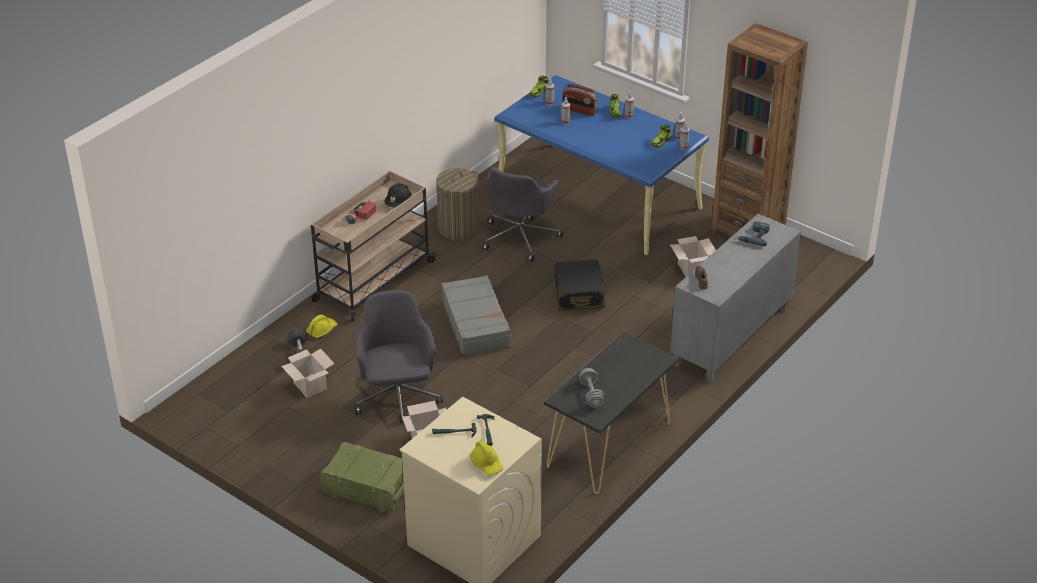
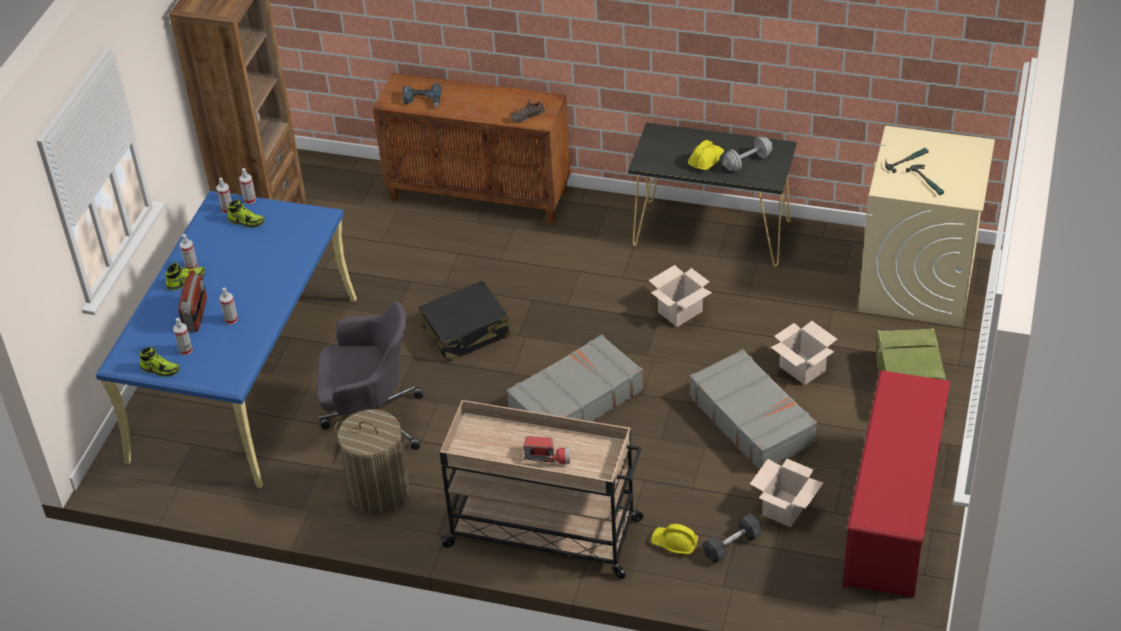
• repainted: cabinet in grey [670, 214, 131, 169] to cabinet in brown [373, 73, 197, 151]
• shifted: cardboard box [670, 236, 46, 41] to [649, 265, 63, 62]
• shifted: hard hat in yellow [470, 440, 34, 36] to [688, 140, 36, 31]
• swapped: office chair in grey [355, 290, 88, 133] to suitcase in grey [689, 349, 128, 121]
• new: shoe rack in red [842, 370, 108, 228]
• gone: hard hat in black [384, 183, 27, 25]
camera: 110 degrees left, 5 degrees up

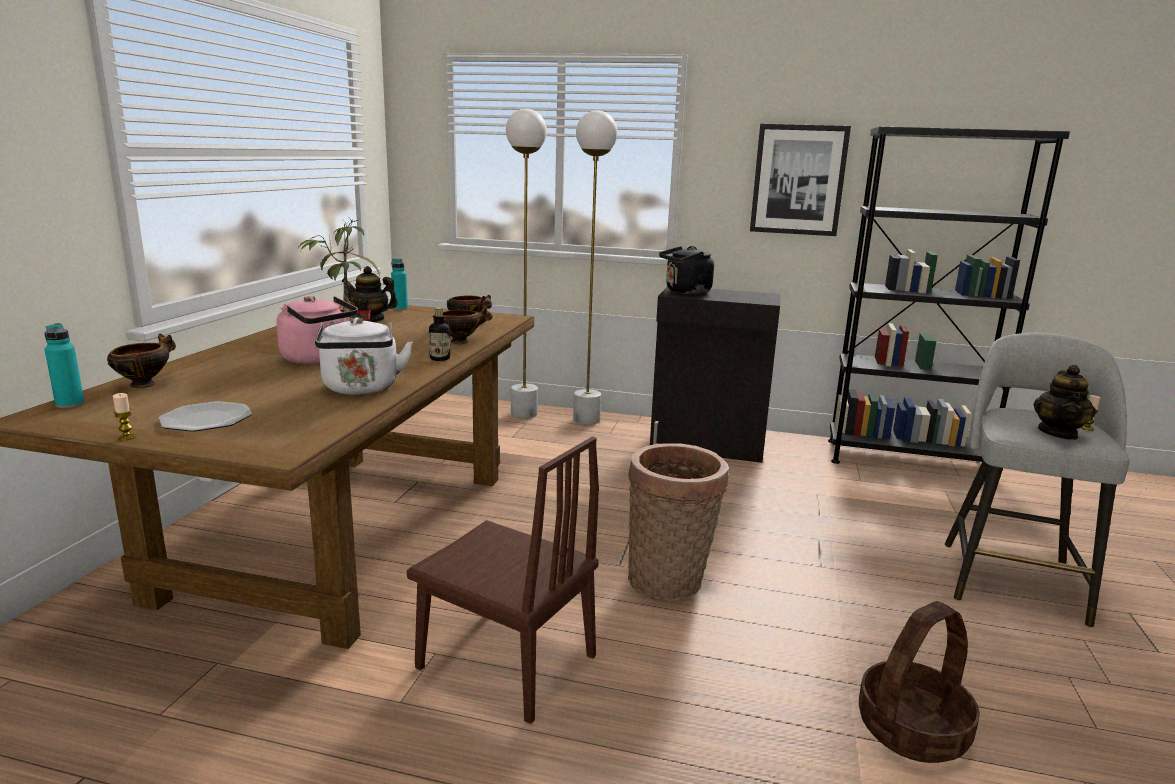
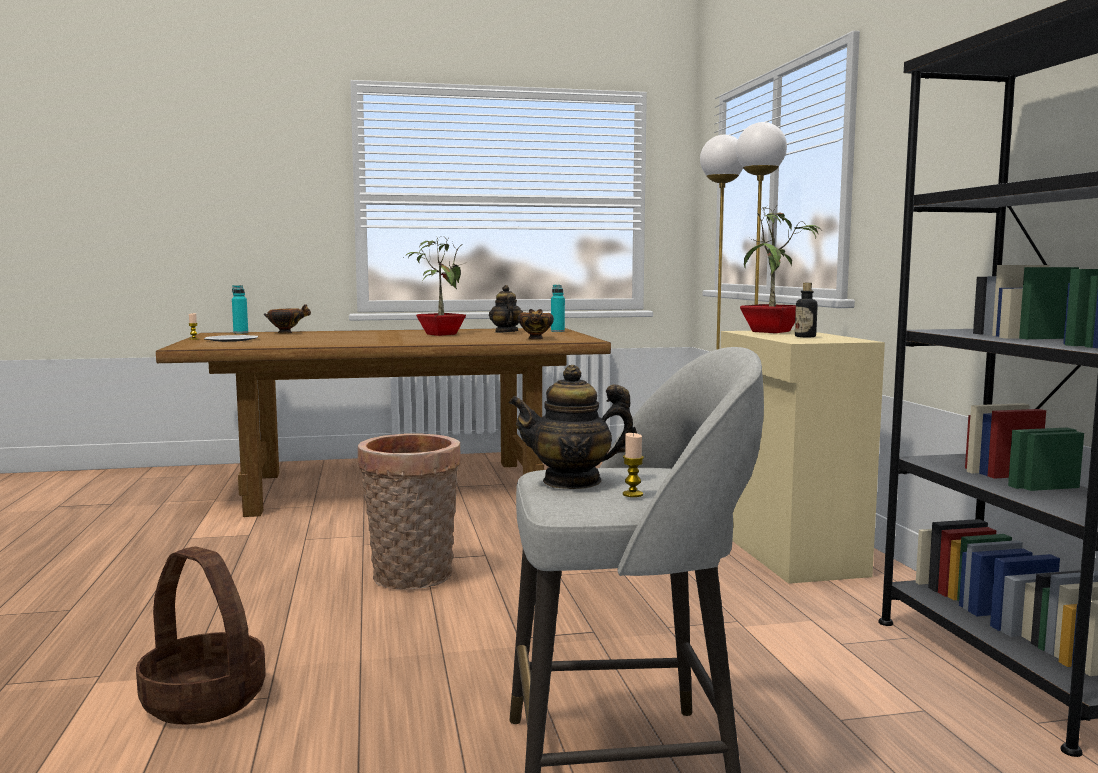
• repainted: cabinet in black [650, 286, 131, 177] to cabinet in beige [721, 330, 164, 254]
• swapped: kettle in black [659, 246, 55, 48] to potted plant [740, 205, 81, 128]
• shifted: bottle [429, 307, 21, 54] to [795, 283, 23, 54]
• gone: kettle in pink [276, 296, 82, 68]
• gone: kettle in white [315, 317, 98, 78]
• gone: chair in brown [407, 436, 192, 288]
• gone: bowl [433, 306, 60, 38]
• gone: picture [750, 124, 101, 112]
camera: 65 degrees right, 10 degrees down

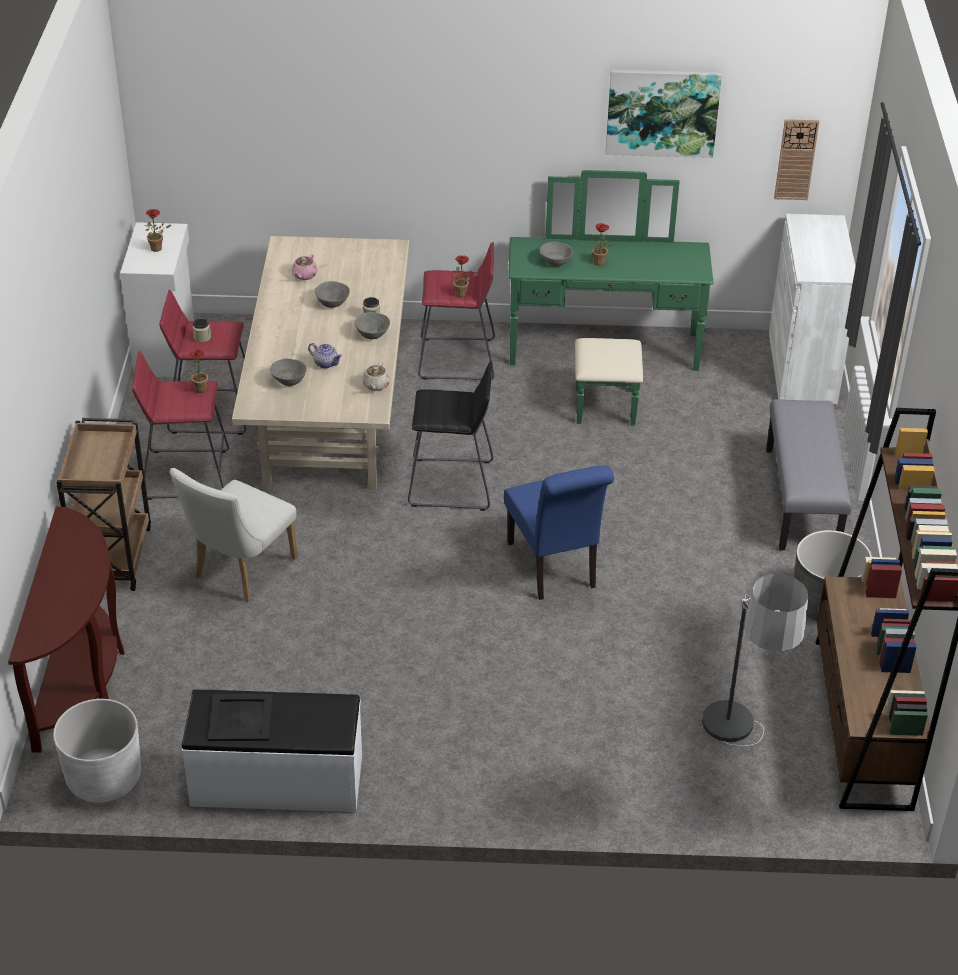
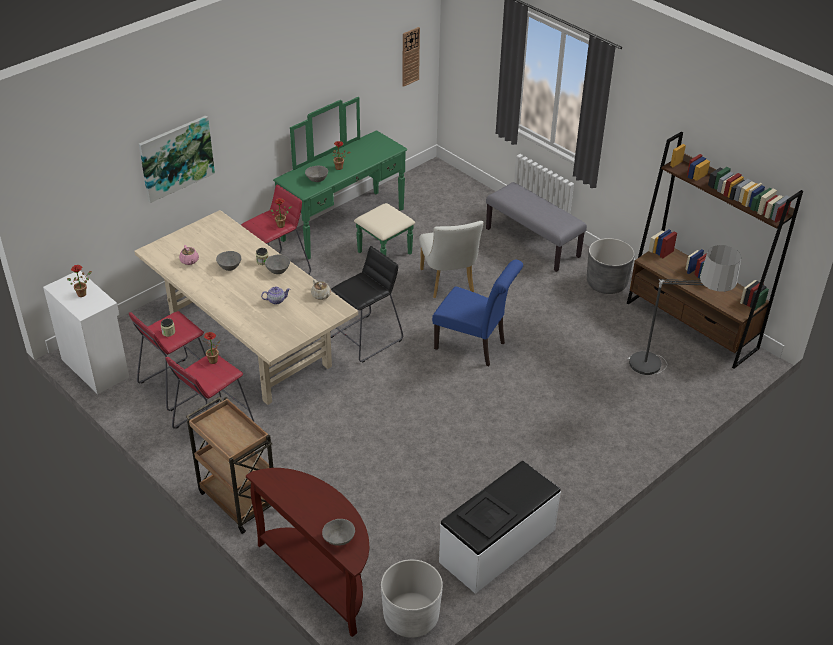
• shifted: picture [606, 69, 116, 89] to [139, 115, 76, 88]
• shifted: bowl in grey [270, 359, 37, 27] to [322, 519, 33, 27]
• shifted: chair in white [170, 468, 128, 134] to [419, 221, 64, 77]
• gone: cabinet in white [769, 214, 87, 190]
camera: 45 degrees left, 0 degrees up

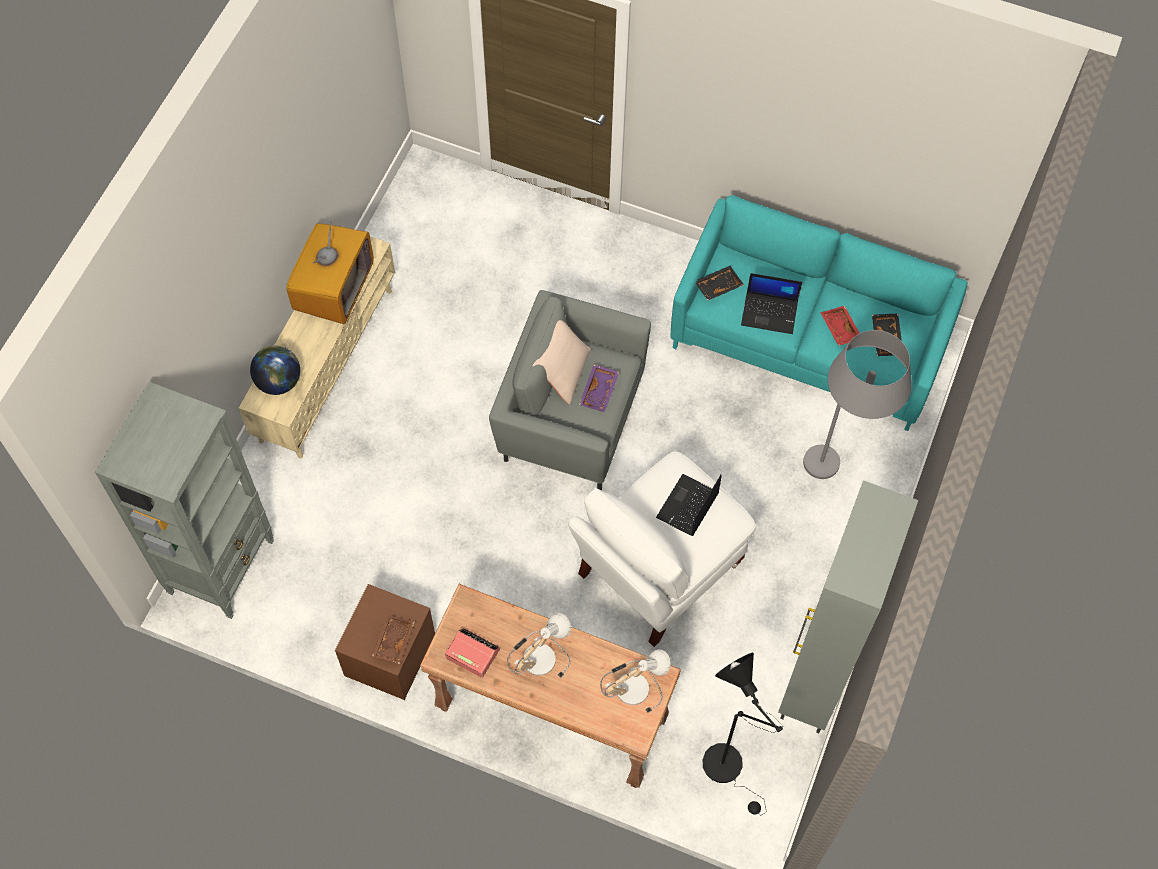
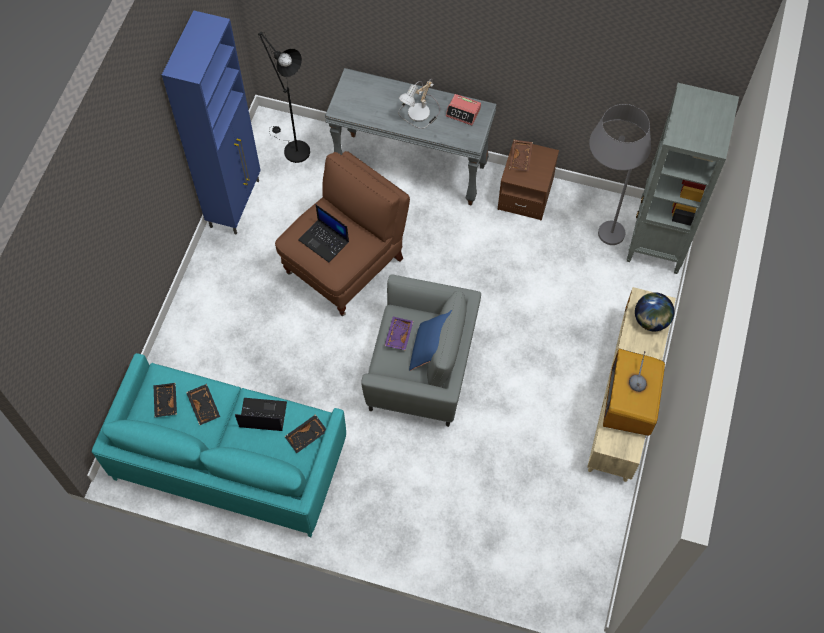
• repainted: cabinet in grey [778, 480, 140, 253] to cabinet in blue [162, 10, 99, 224]
• repainted: tray in red [820, 306, 40, 40] to tray in black [186, 384, 34, 41]
• repainted: armchair in white [568, 451, 188, 196] to armchair in brown [275, 151, 135, 165]
• rotated: laptop [656, 474, 66, 62] = [298, 205, 51, 57] 105 degrees clockwise
• repainted: console table in brown [420, 584, 261, 204] to console table in grey [325, 68, 172, 138]
• repainted: pillow in beige [532, 320, 59, 85] to pillow in blue [409, 310, 43, 61]
• shifted: floor lamp in grey [803, 330, 109, 149] to [589, 104, 62, 141]
• gone: table lamp [600, 649, 71, 64]
camera: 175 degrees right, 0 degrees up

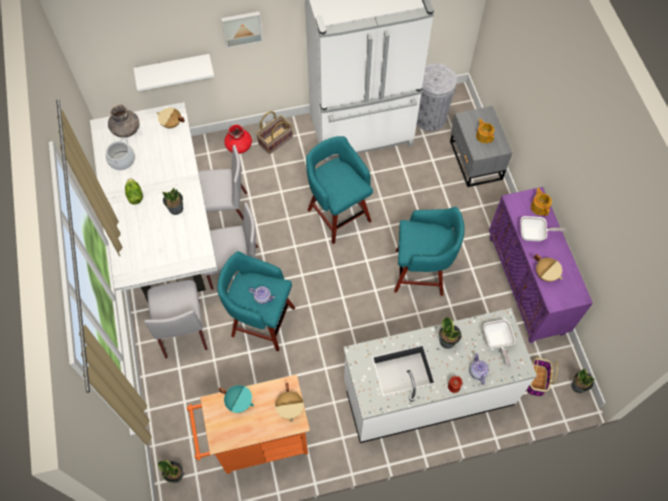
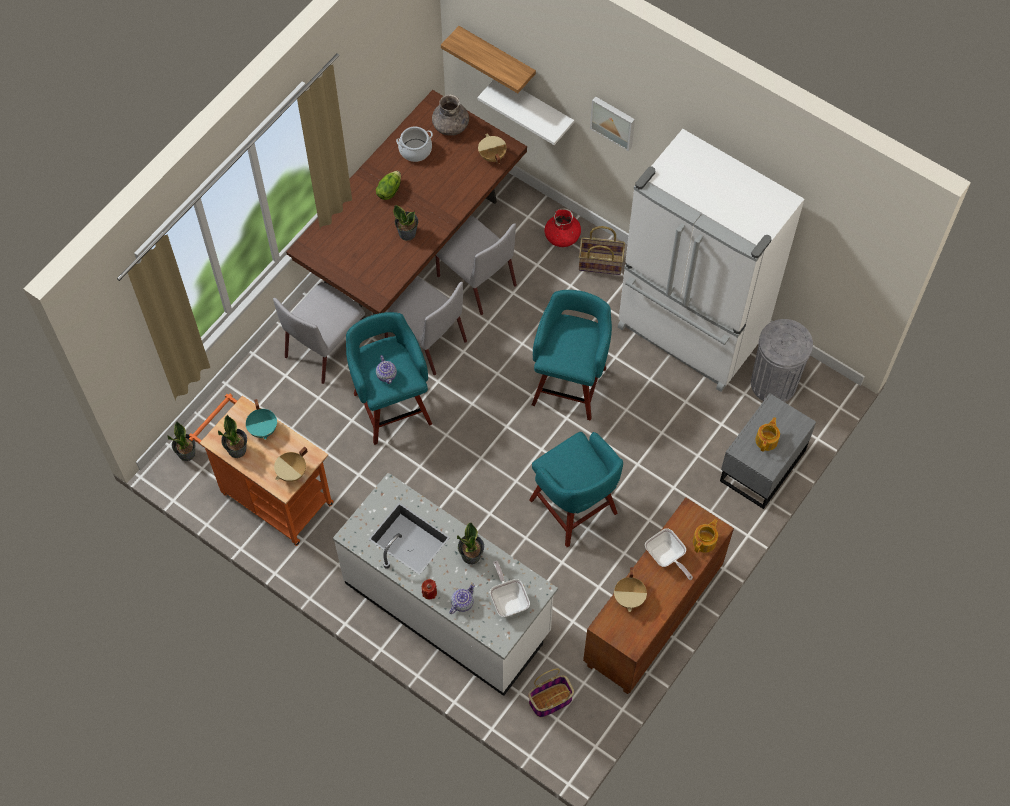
• shifted: potted plant [572, 369, 23, 24] to [218, 415, 29, 43]
• repainted: dining table in white [90, 102, 128, 200] to dining table in brown [286, 90, 241, 229]
• new: shelf [441, 26, 95, 67]
• rotated: frying pan [483, 319, 32, 48] = [490, 561, 40, 56] 120 degrees clockwise
• repainted: cabinet in purple [489, 187, 104, 156] to cabinet in brown [583, 498, 151, 196]
camera: 50 degrees right, 0 degrees up

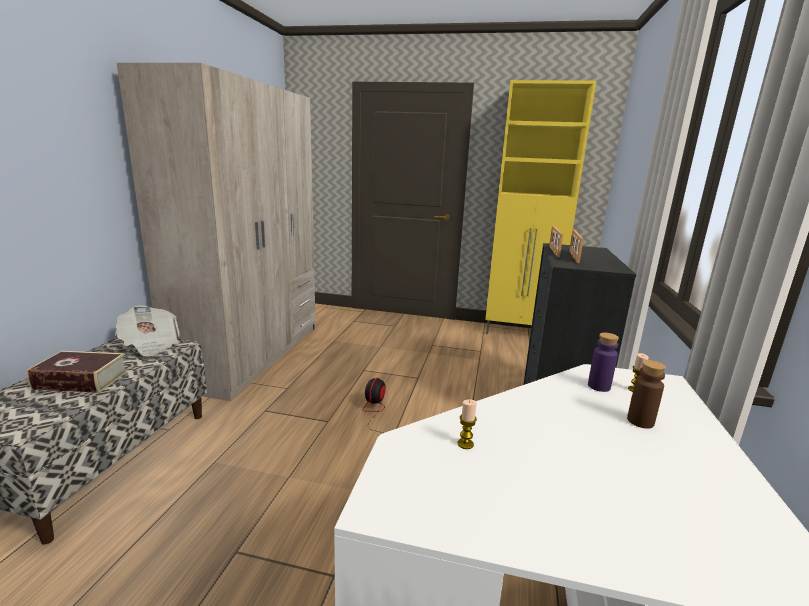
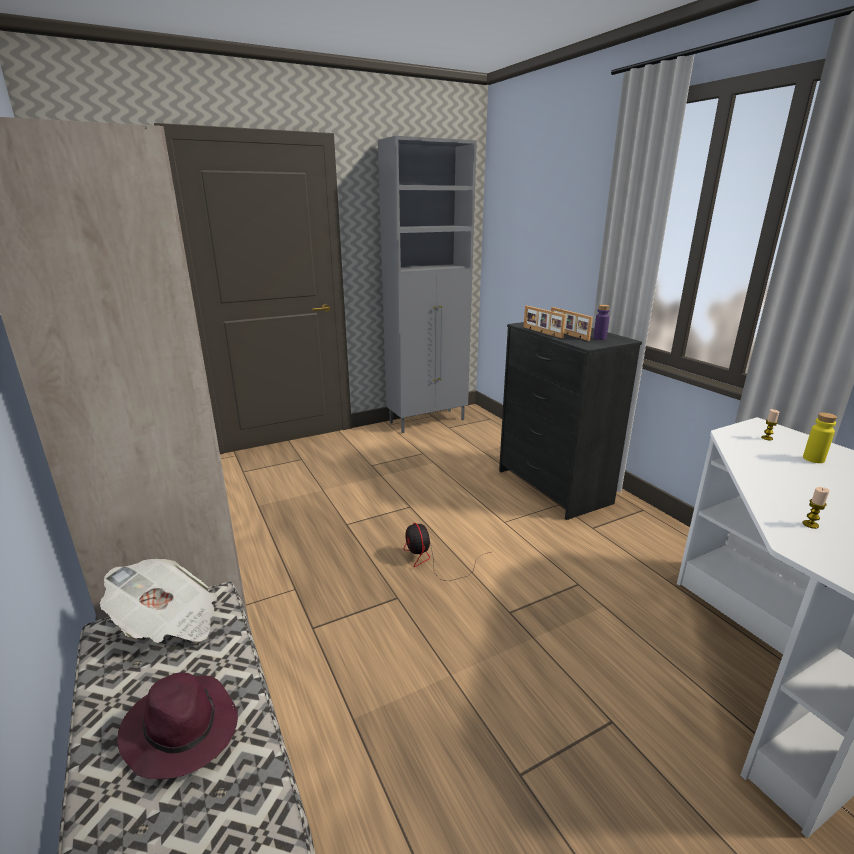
• swapped: book [26, 351, 102, 42] to hat in purple [117, 673, 121, 106]
• repainted: cabinet in yellow [485, 80, 111, 254] to cabinet in grey [378, 136, 99, 297]
• shifted: bottle in purple [588, 333, 31, 59] to [593, 305, 17, 35]
• repainted: bottle in brown [627, 360, 39, 69] to bottle in yellow [803, 412, 34, 51]
camera: 40 degrees left, 5 degrees up

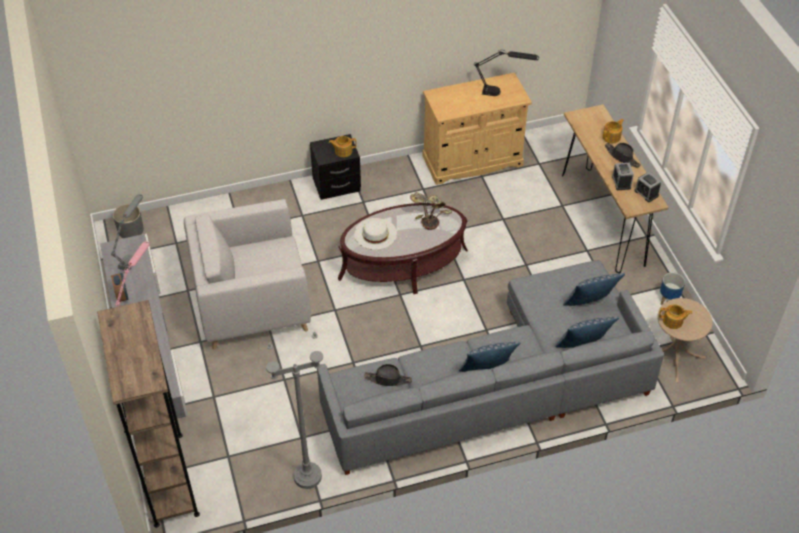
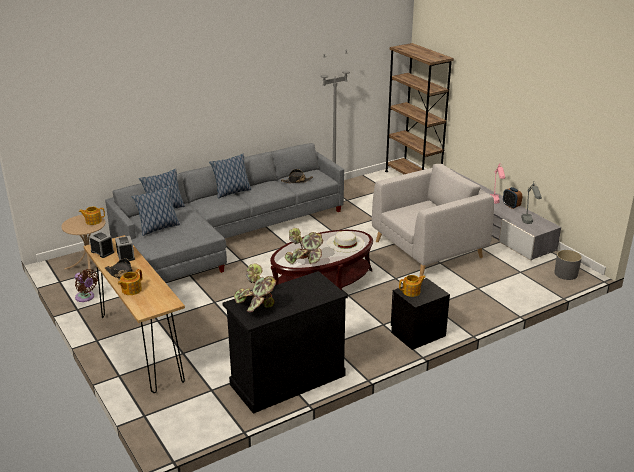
• swapped: planter [660, 273, 25, 32] to fan in brown [75, 269, 23, 33]
• repainted: cabinet in beige [422, 73, 110, 112] to cabinet in black [222, 271, 126, 143]
• swapped: table lamp in black [475, 50, 64, 46] to potted plant [234, 263, 42, 49]
camera: 165 degrees right, 20 degrees down

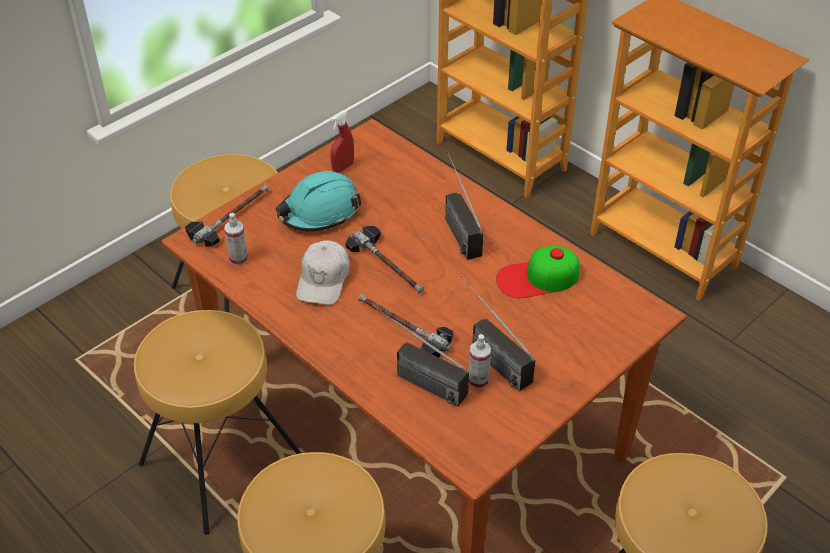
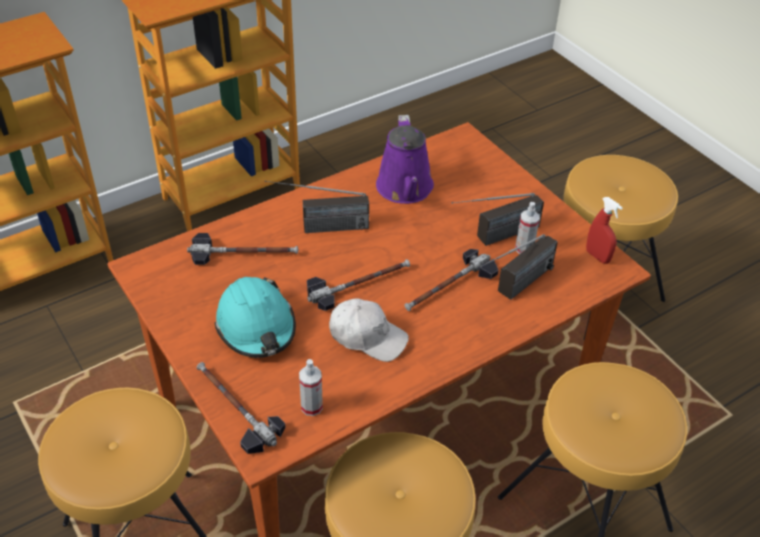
• new: hammer [187, 233, 112, 32]
• swapped: cap [496, 246, 84, 52] to watering can in purple [376, 115, 58, 89]
• shifted: spray bottle in red [330, 111, 24, 62] to [586, 197, 37, 67]
camera: 80 degrees left, 0 degrees up

